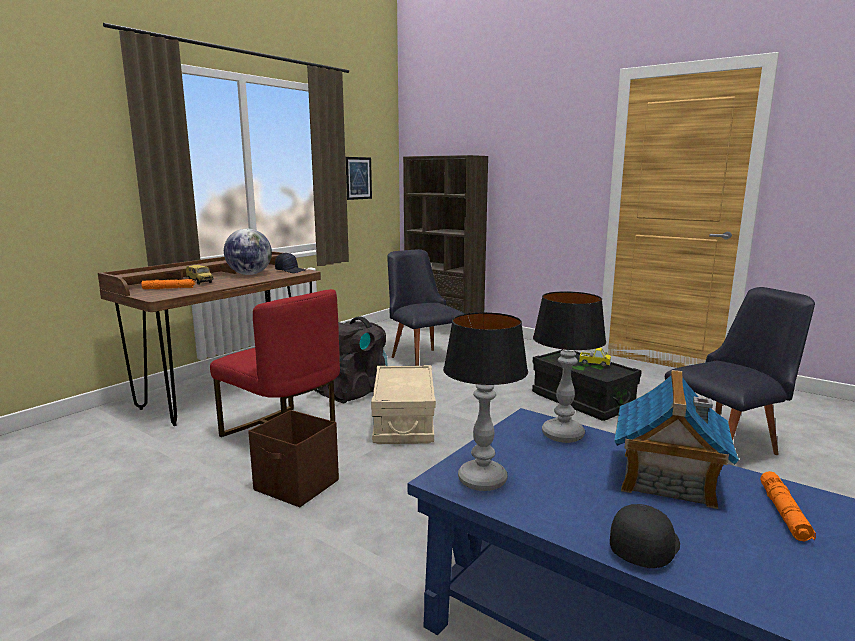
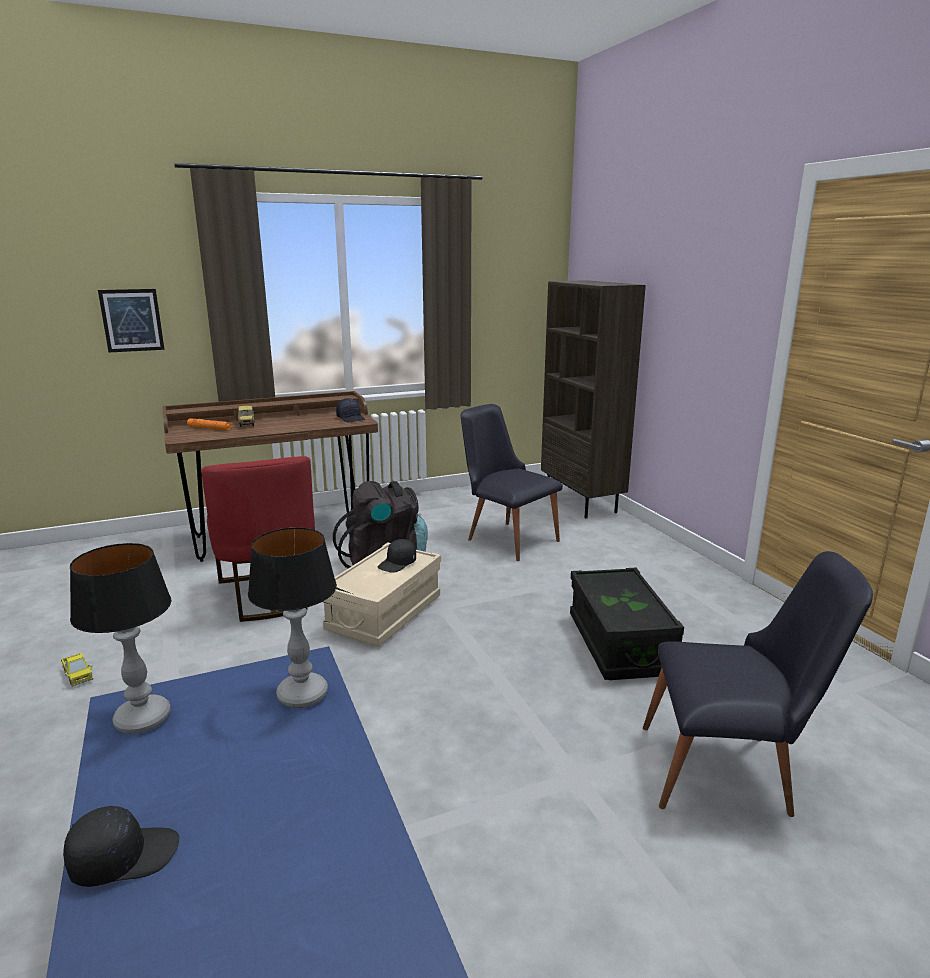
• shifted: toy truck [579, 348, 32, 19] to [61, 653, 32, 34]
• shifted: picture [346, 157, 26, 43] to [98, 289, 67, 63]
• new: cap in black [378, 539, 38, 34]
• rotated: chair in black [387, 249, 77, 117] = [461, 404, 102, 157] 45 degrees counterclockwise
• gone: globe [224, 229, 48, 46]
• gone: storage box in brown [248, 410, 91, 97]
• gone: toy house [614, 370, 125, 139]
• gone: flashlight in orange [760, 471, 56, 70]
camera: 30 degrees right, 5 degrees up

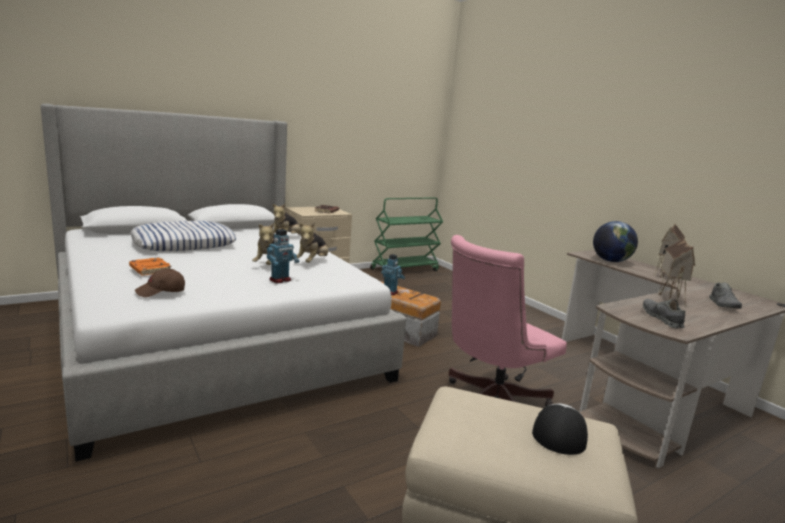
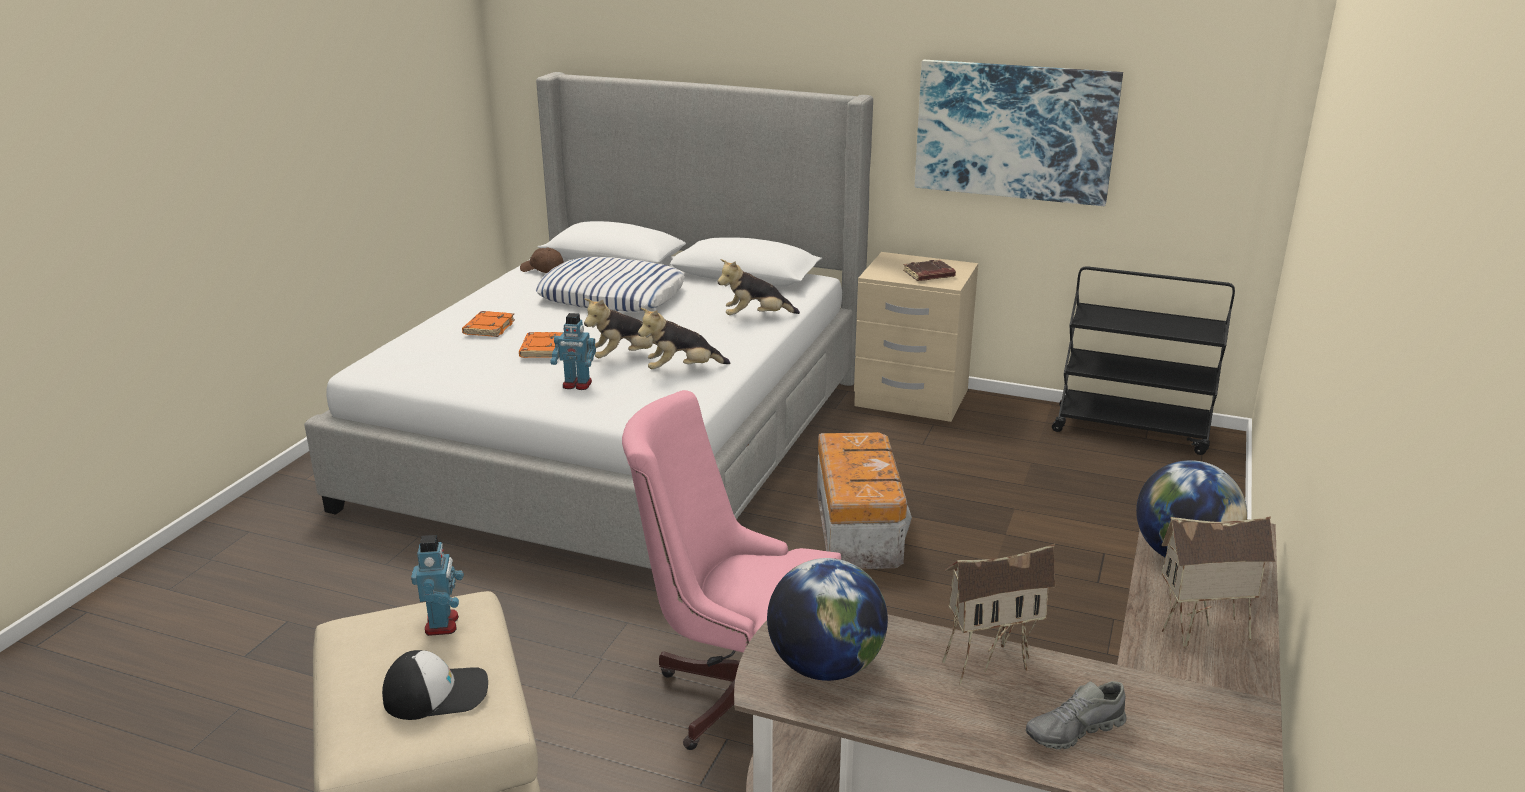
• shifted: toy robot [381, 254, 24, 41] to [411, 535, 53, 101]
• new: book in orange [519, 332, 44, 26]
• shifted: cap in brown [135, 269, 50, 28] to [520, 248, 44, 25]
• swapped: shoe in grey [643, 299, 42, 29] to globe [767, 558, 121, 123]
• new: picture [915, 60, 208, 146]
• repainted: cart in green [370, 197, 73, 74] to cart in black [1052, 266, 183, 189]
camera: 55 degrees right, 10 degrees up

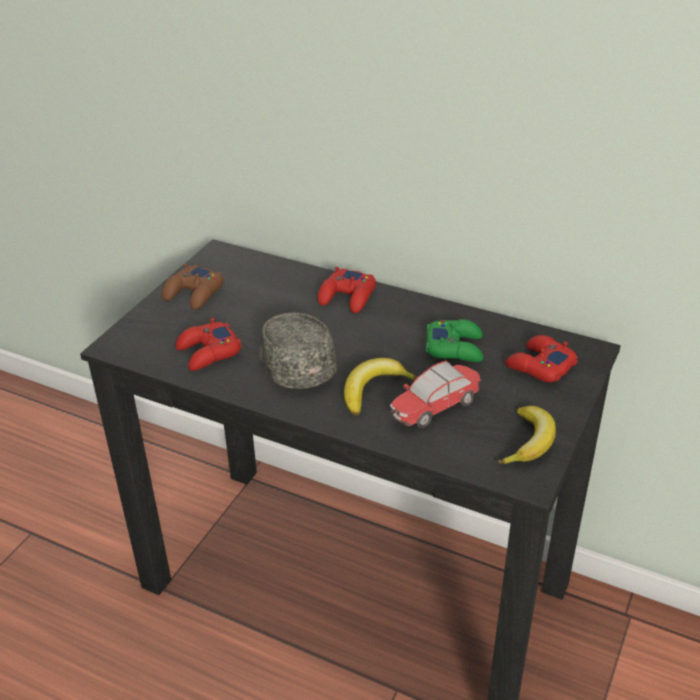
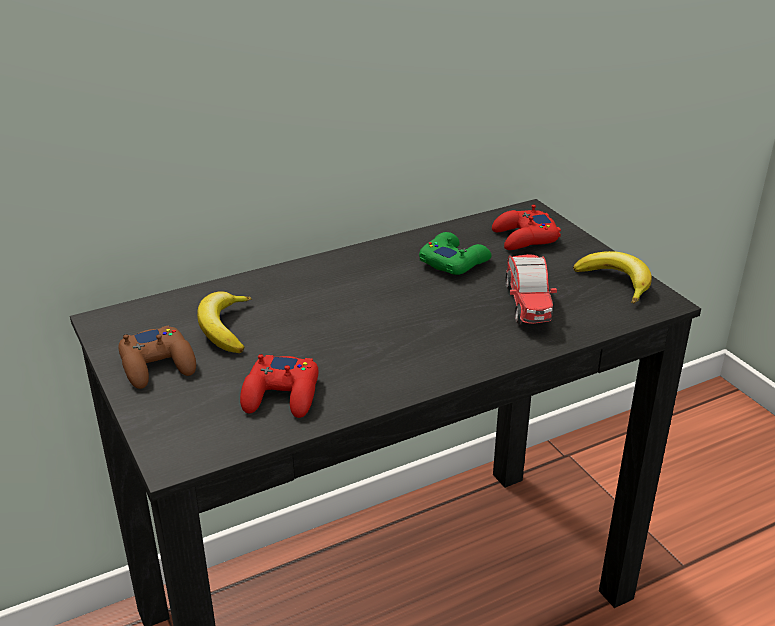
• shifted: banana [344, 358, 74, 57] to [197, 291, 54, 62]
• gone: cap in grey [259, 312, 78, 77]
• gone: game controller in red [318, 267, 58, 46]
camera: 55 degrees left, 5 degrees down

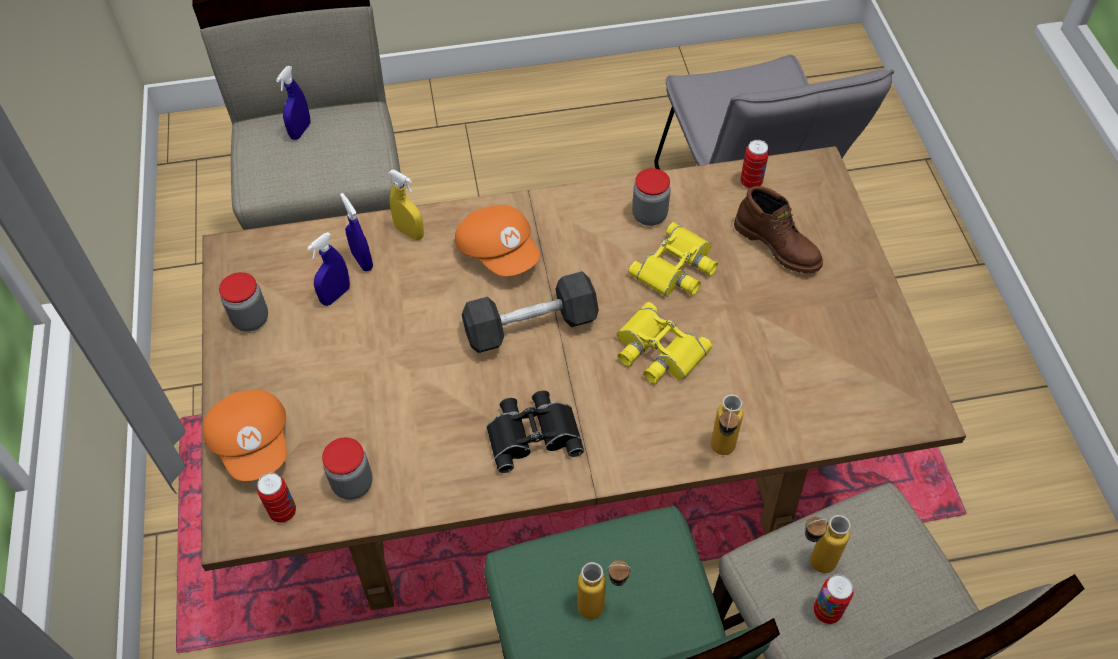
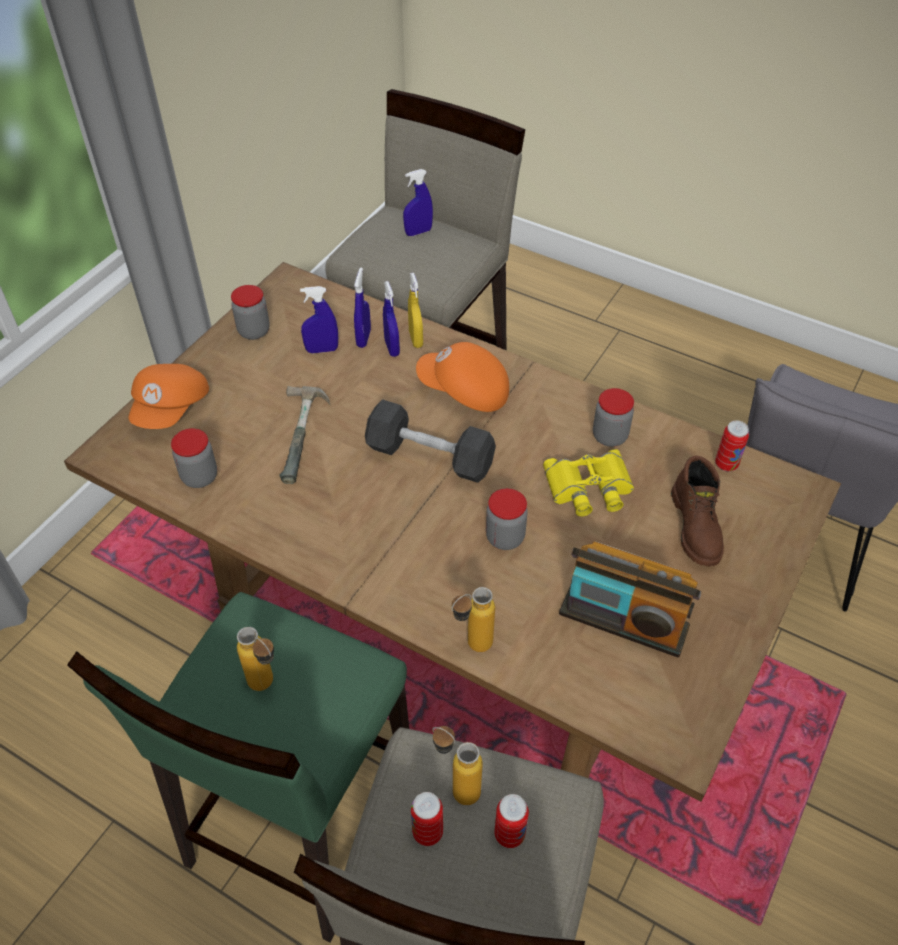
• new: hammer [280, 386, 50, 98]
• new: spray bottle in blue [383, 281, 17, 76]
• rotated: cap in orange [455, 205, 85, 71] = [416, 342, 93, 70] 105 degrees clockwise
• swapped: binoculars in yellow [616, 302, 96, 82] to jar [486, 488, 42, 62]
• shifted: can [257, 473, 39, 50] to [494, 794, 35, 54]
• new: radio [559, 541, 142, 116]
• gone: binoculars in black [486, 391, 98, 82]
camera: 40 degrees right, 5 degrees down

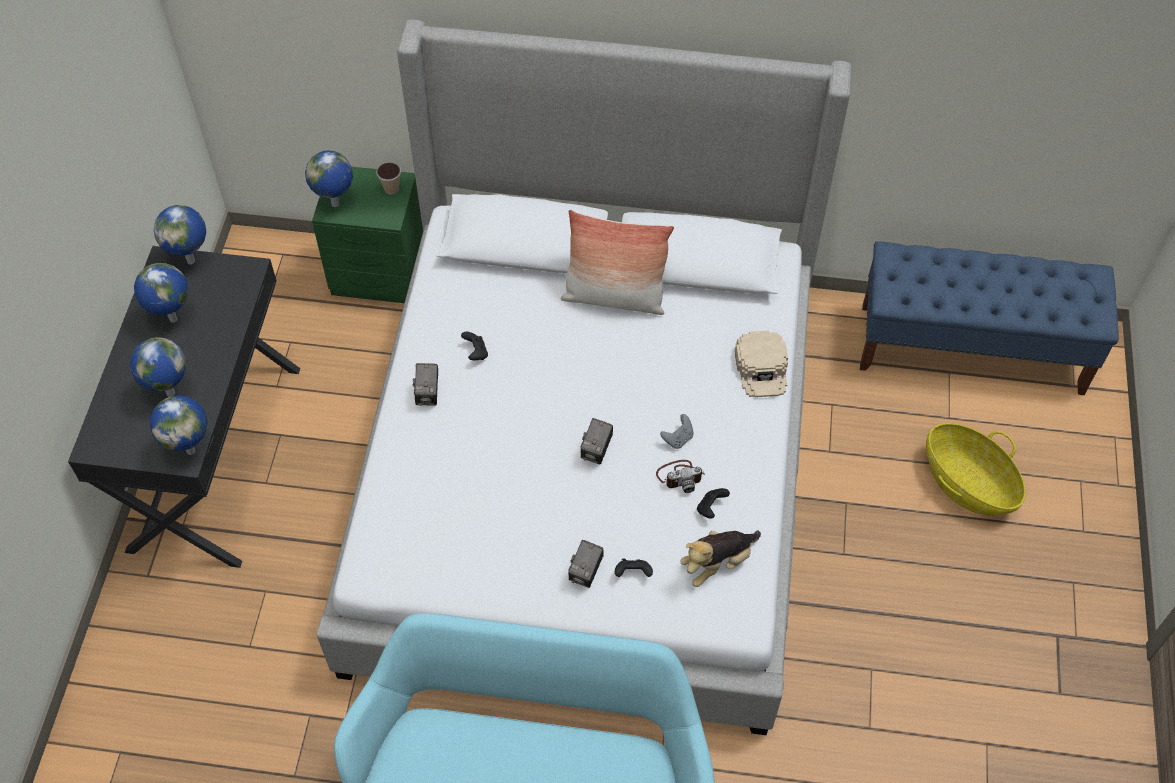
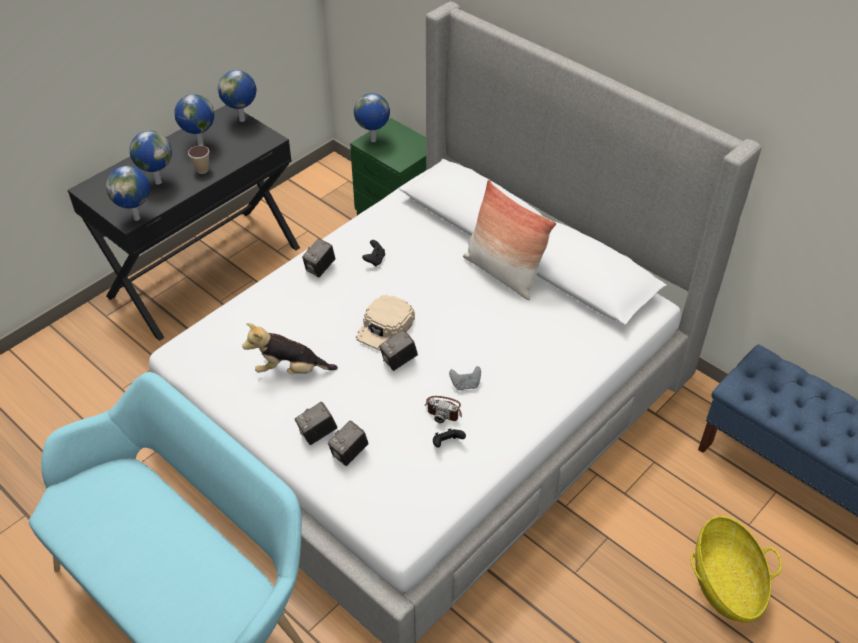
• shifted: cup [376, 162, 25, 33] to [188, 146, 21, 28]
• shifted: plush toy [680, 530, 81, 57] to [242, 323, 96, 51]
• swapped: game controller in black [615, 559, 38, 18] to photo camera [328, 420, 41, 46]
• shifted: cap in beige [735, 331, 53, 66] to [356, 294, 59, 57]
camera: 35 degrees right, 10 degrees down

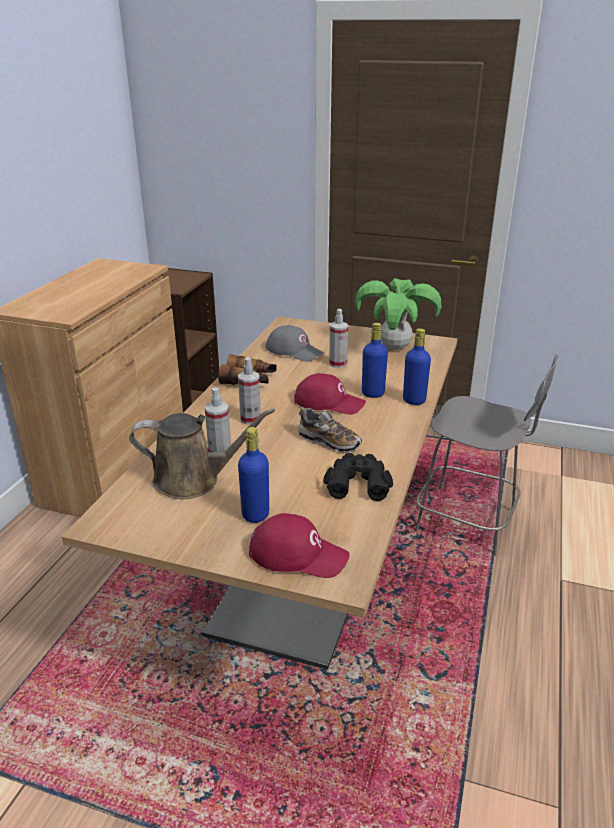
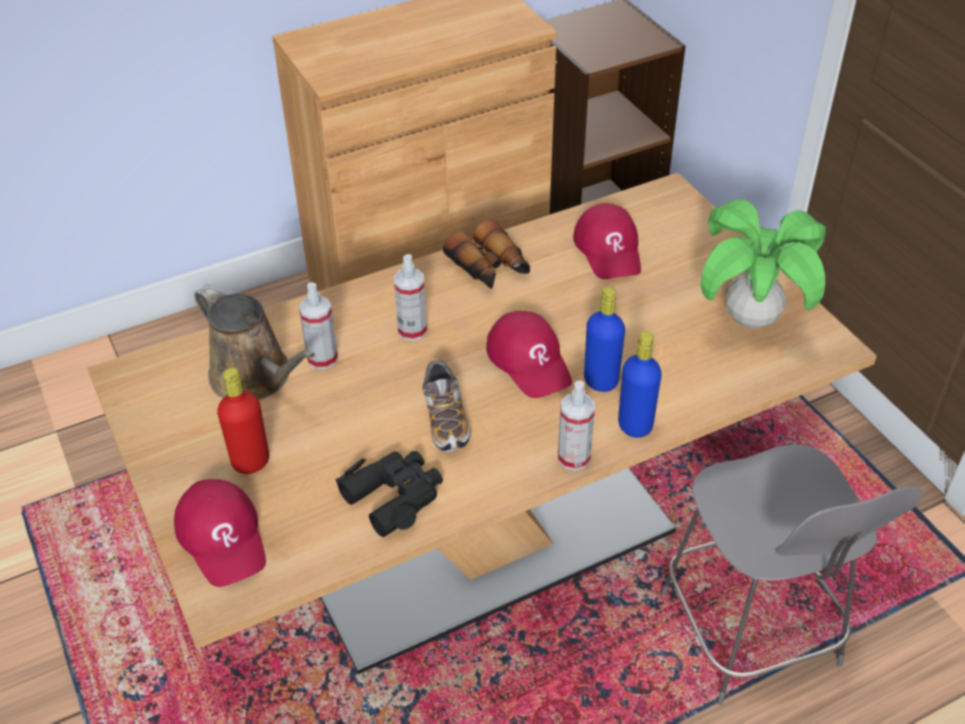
• repainted: bottle in blue [238, 427, 31, 96] to bottle in red [217, 368, 52, 106]
• shifted: spray bottle [329, 309, 19, 59] to [558, 381, 37, 90]
• repainted: cap in grey [265, 325, 59, 37] to cap in red [573, 203, 68, 76]
camera: 45 degrees right, 15 degrees up

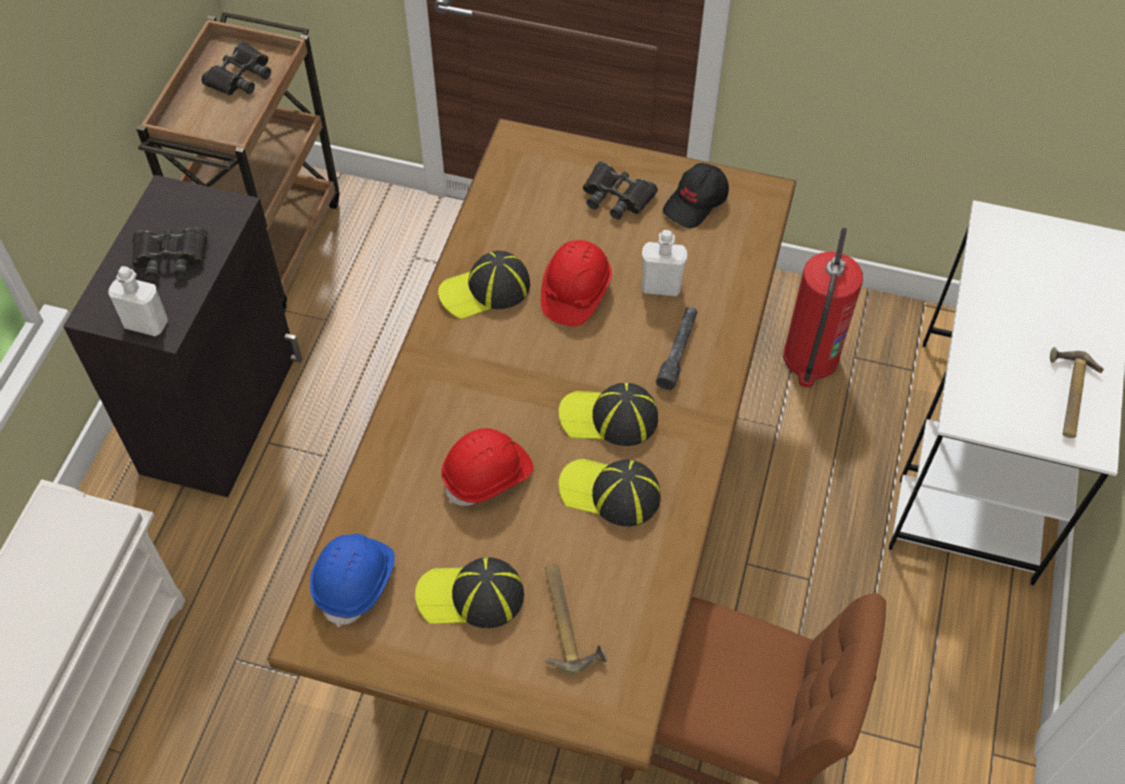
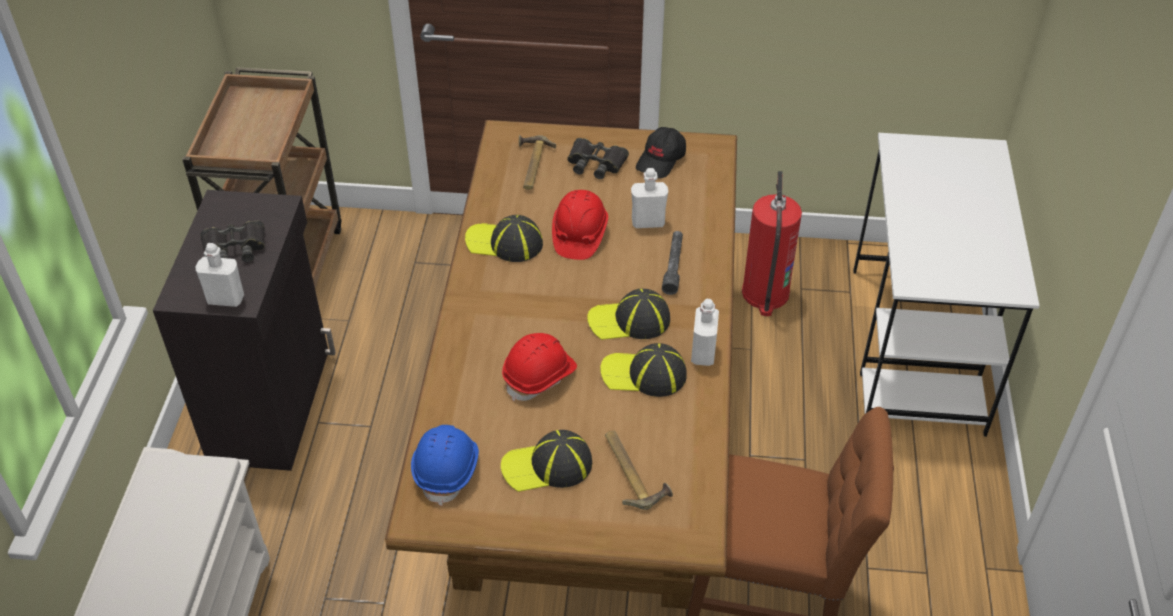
• rotated: cap [438, 251, 92, 68] = [465, 215, 78, 47] 45 degrees clockwise
• shifted: hammer [1050, 347, 54, 91] to [519, 135, 37, 55]
• new: bottle in white [691, 299, 28, 67]
• gone: binoculars in black [201, 41, 70, 54]
camera: 10 degrees left, 10 degrees down

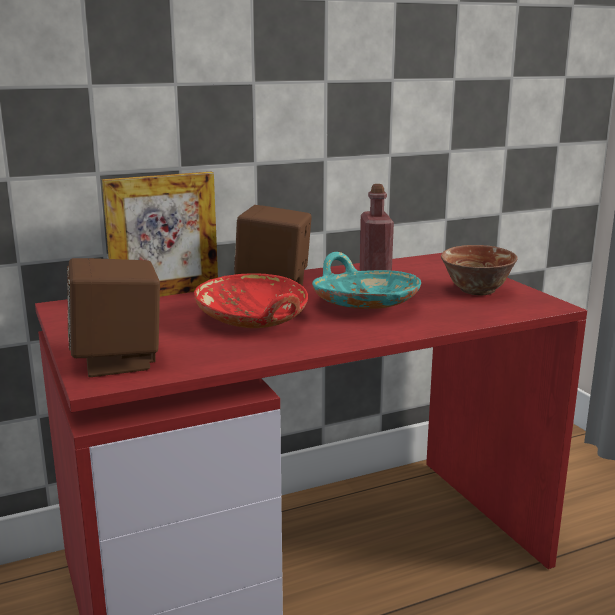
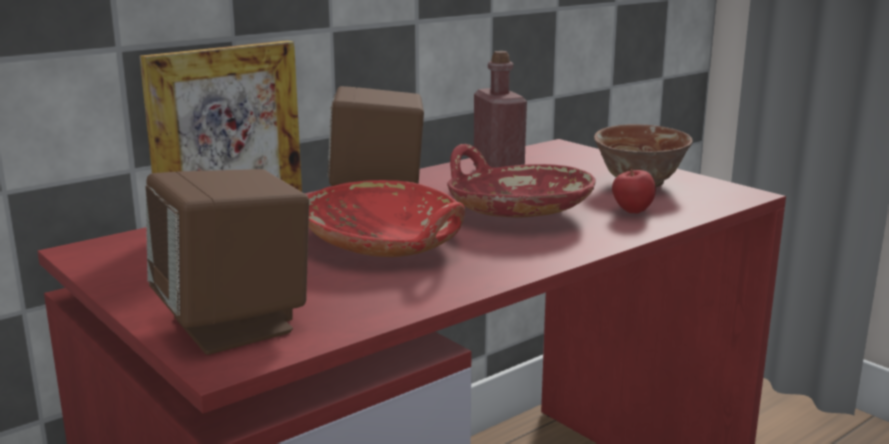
• repainted: bowl in turquoise [312, 252, 109, 57] to bowl in red [447, 144, 149, 74]
• new: apple [612, 169, 44, 45]
camera: 15 degrees left, 0 degrees up

